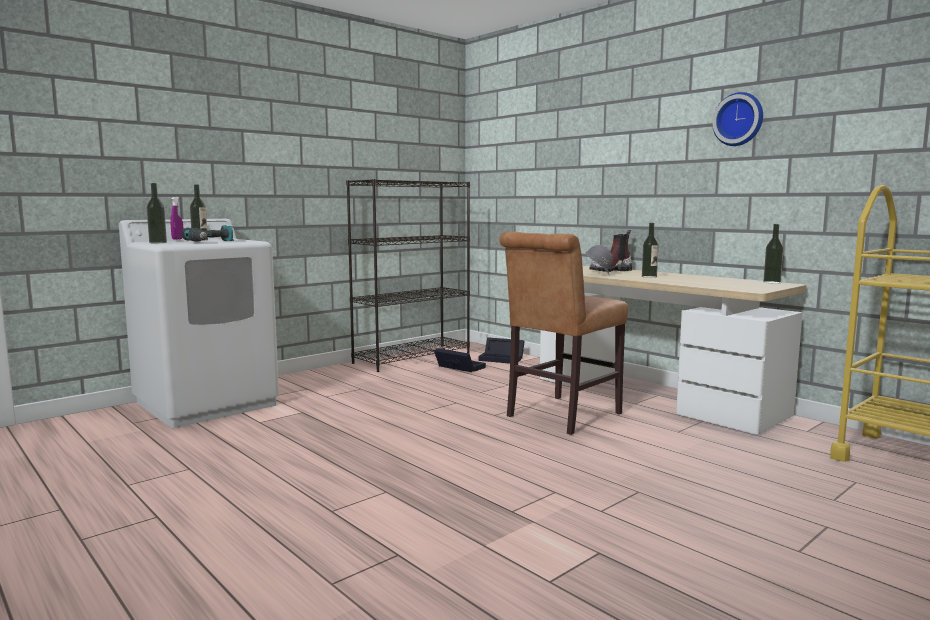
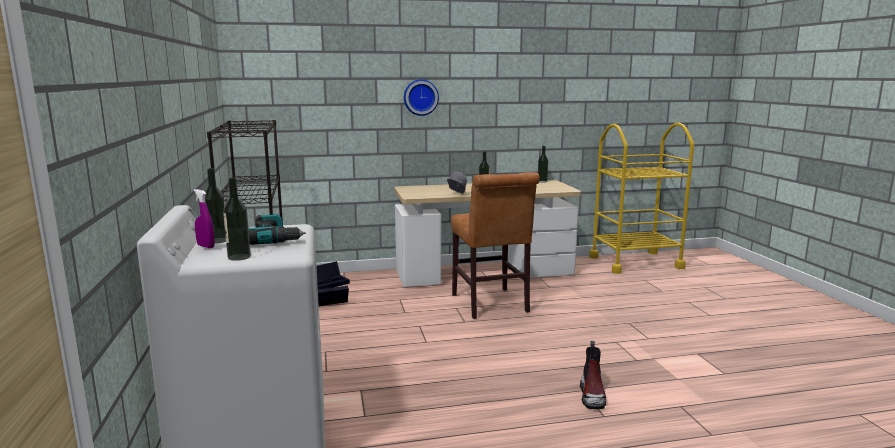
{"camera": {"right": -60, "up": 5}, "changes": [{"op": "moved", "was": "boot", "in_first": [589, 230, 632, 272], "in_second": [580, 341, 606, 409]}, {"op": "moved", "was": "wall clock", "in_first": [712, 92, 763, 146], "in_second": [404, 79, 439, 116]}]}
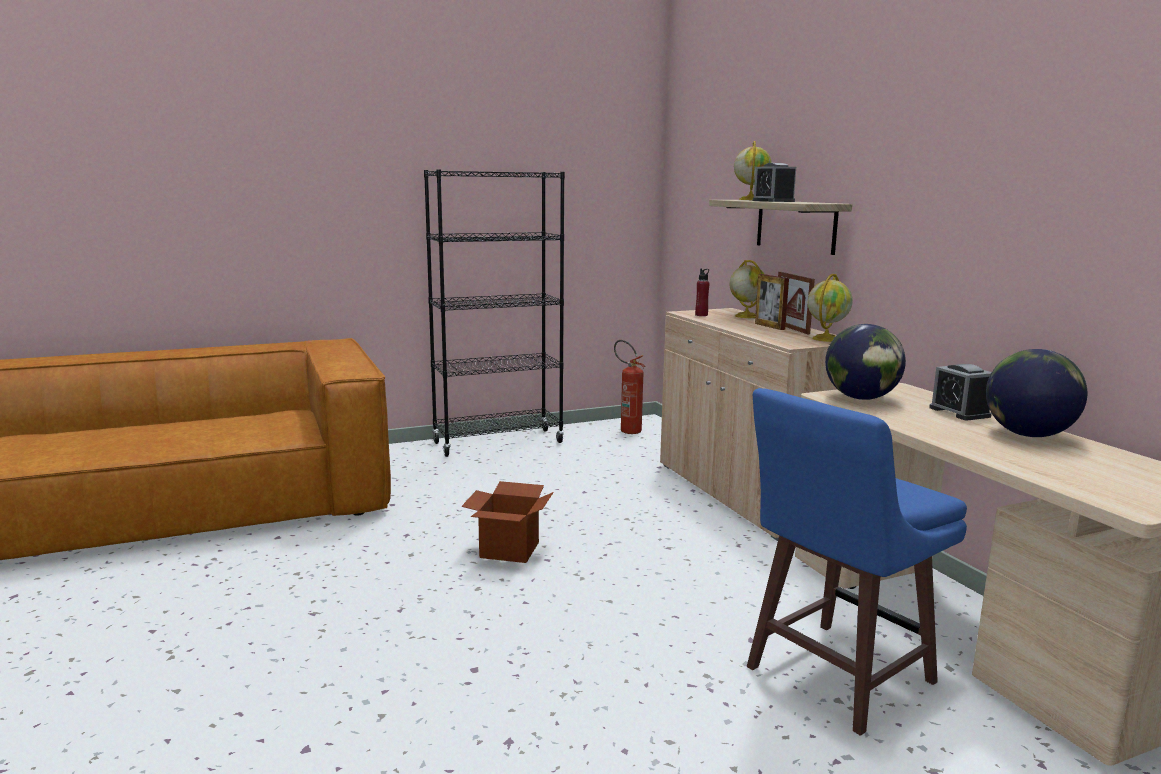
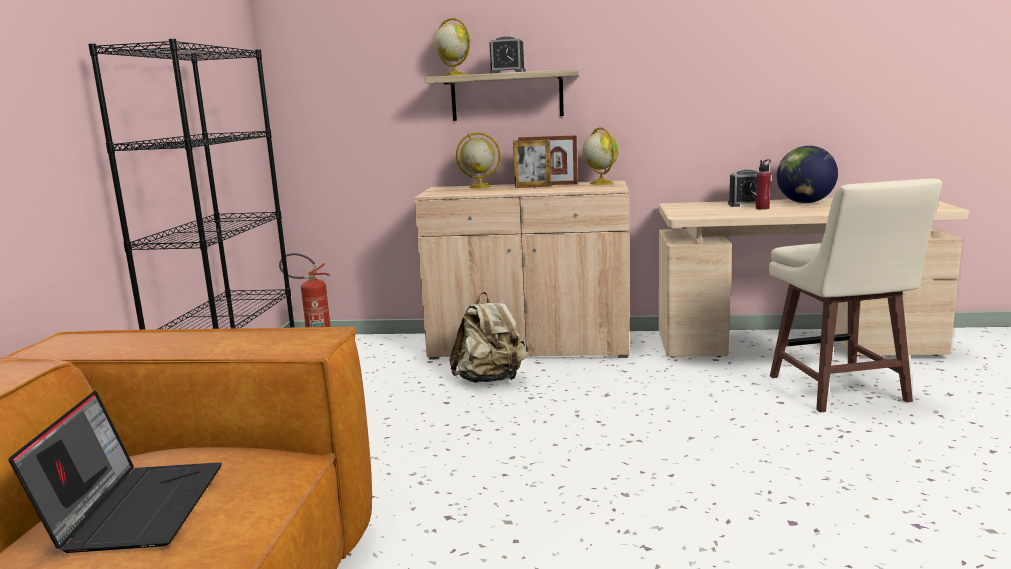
{"camera": {"right": -60, "up": 0}, "changes": [{"op": "removed", "was": "cardboard box", "in_first": [461, 481, 554, 563]}, {"op": "moved", "was": "bottle (red)", "in_first": [695, 268, 709, 316], "in_second": [756, 159, 771, 210]}, {"op": "recoloured", "was": "stool (blue)", "now": "stool (beige)", "in_first": [747, 388, 967, 736], "in_second": [769, 178, 942, 412]}, {"op": "removed", "was": "globe", "in_first": [825, 324, 906, 400]}, {"op": "added", "now": "laptop", "in_second": [9, 391, 222, 553]}, {"op": "added", "now": "backpack (beige)", "in_second": [450, 292, 527, 383]}]}
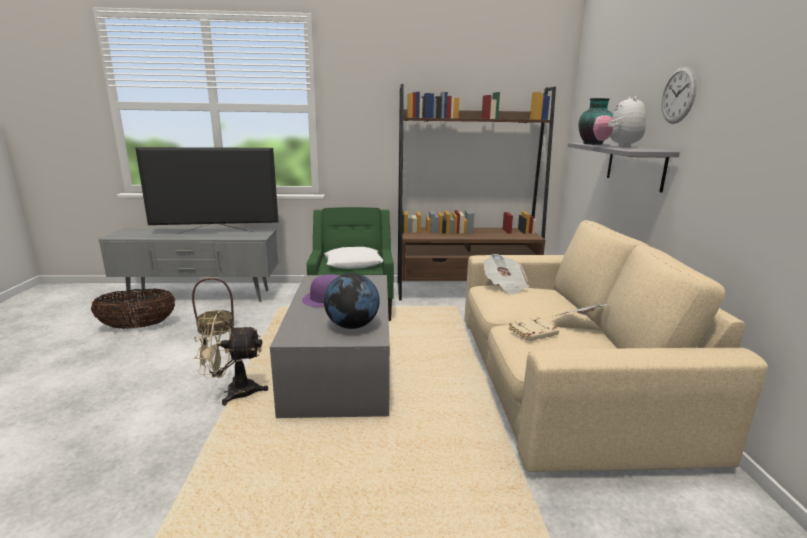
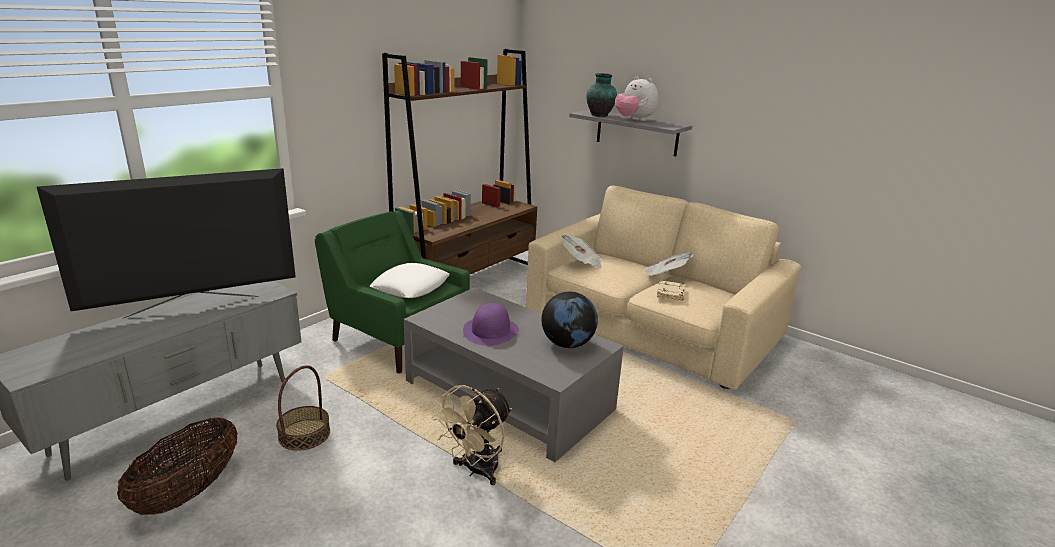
{"camera": {"right": -50, "up": 5}, "changes": [{"op": "turned", "was": "television", "in_first": [135, 147, 278, 233], "in_second": [37, 168, 296, 319], "clockwise": -150}, {"op": "removed", "was": "wall clock", "in_first": [661, 67, 697, 124]}]}
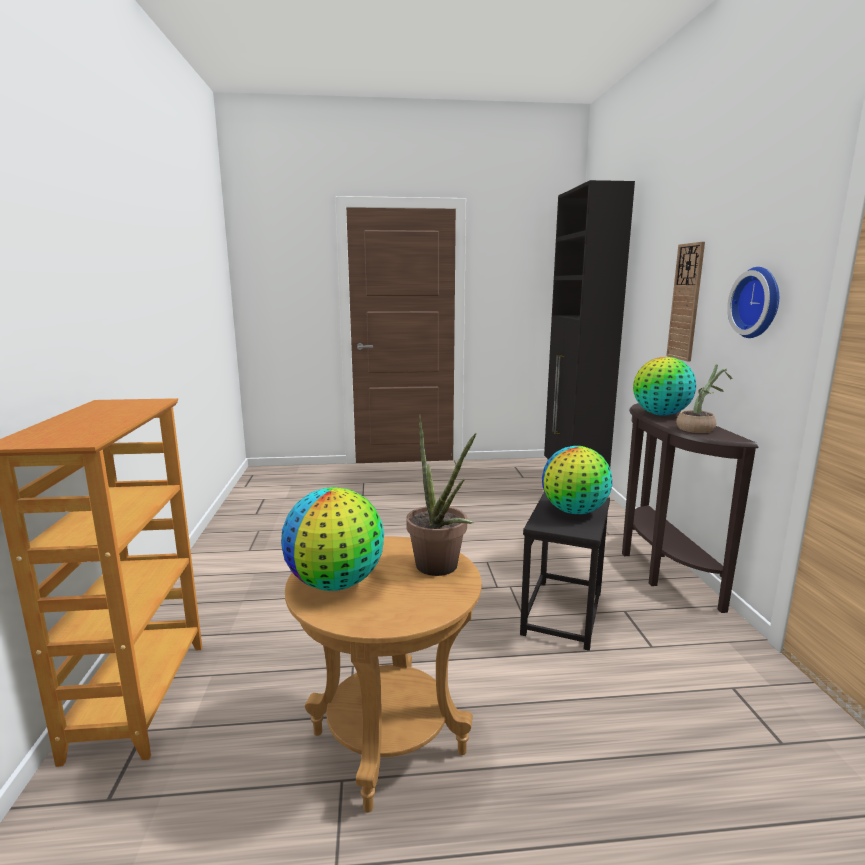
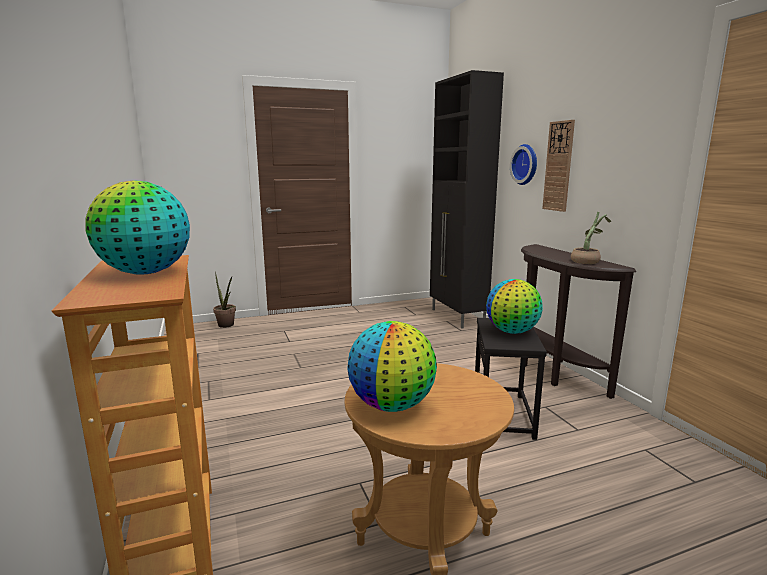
{"camera": {"right": -15, "up": 0}, "changes": [{"op": "moved", "was": "potted plant", "in_first": [406, 415, 477, 576], "in_second": [213, 272, 236, 328]}, {"op": "moved", "was": "globe", "in_first": [633, 357, 696, 416], "in_second": [86, 180, 190, 275]}, {"op": "moved", "was": "wall clock", "in_first": [727, 267, 779, 338], "in_second": [510, 144, 537, 185]}]}
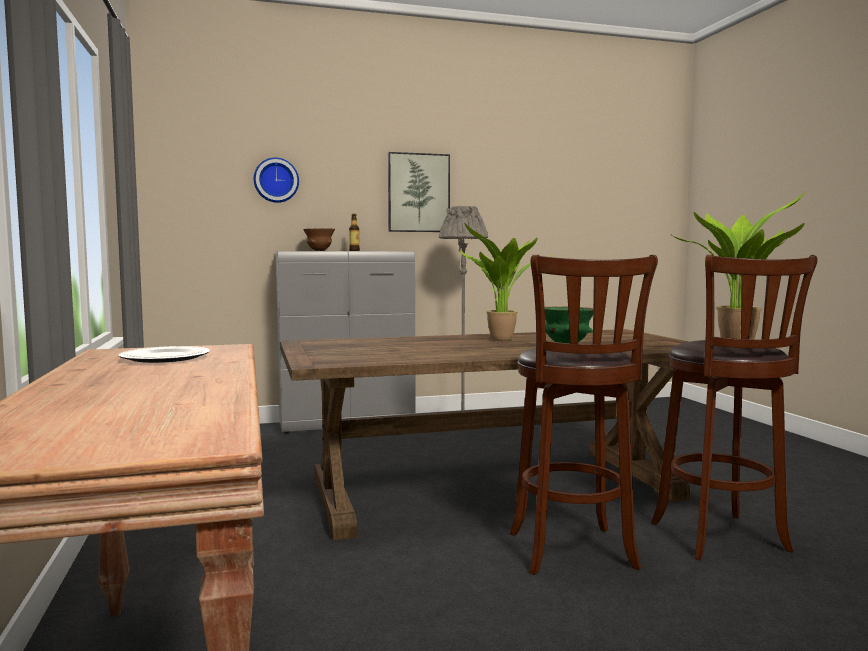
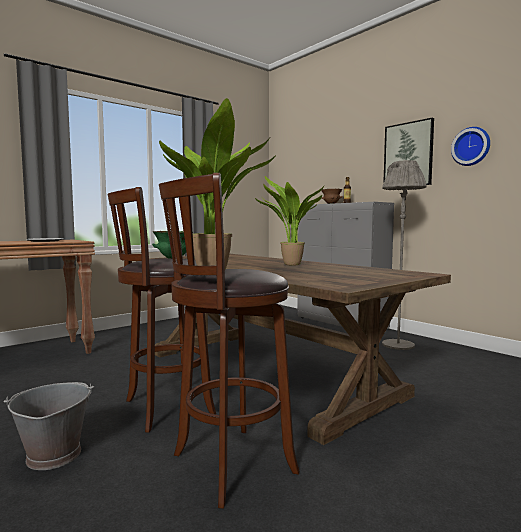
{"camera": {"right": 65, "up": 0}, "changes": [{"op": "moved", "was": "wall clock", "in_first": [254, 157, 299, 203], "in_second": [451, 127, 490, 166]}, {"op": "added", "now": "bucket (grey)", "in_second": [3, 382, 94, 470]}]}
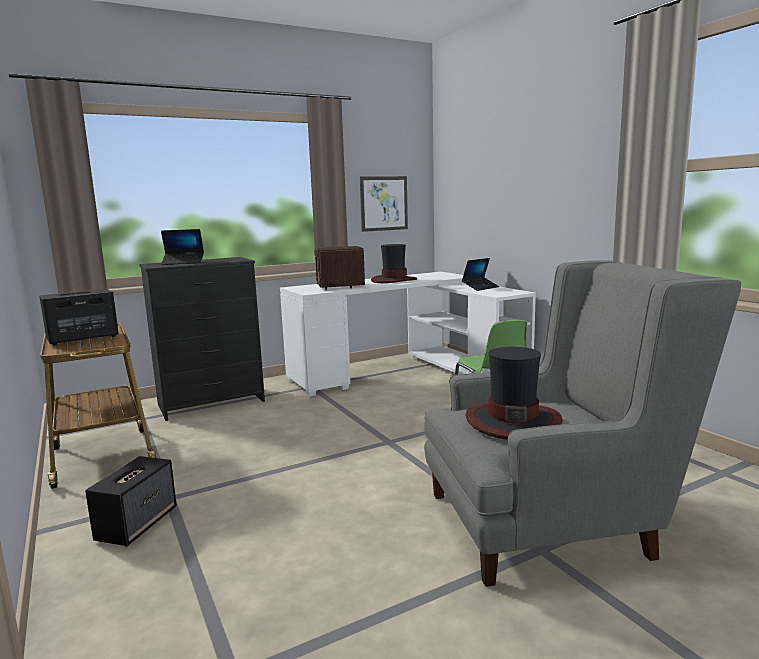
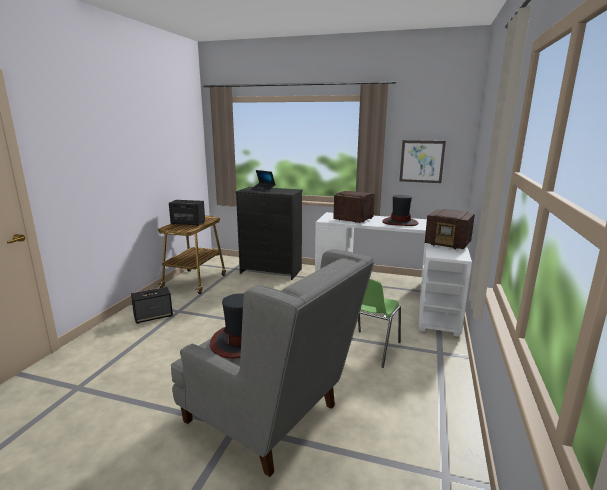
{"camera": {"right": 45, "up": 5}, "changes": [{"op": "replaced", "was": "laptop", "now": "radio", "in_first": [462, 258, 499, 291], "in_second": [425, 209, 475, 250]}]}
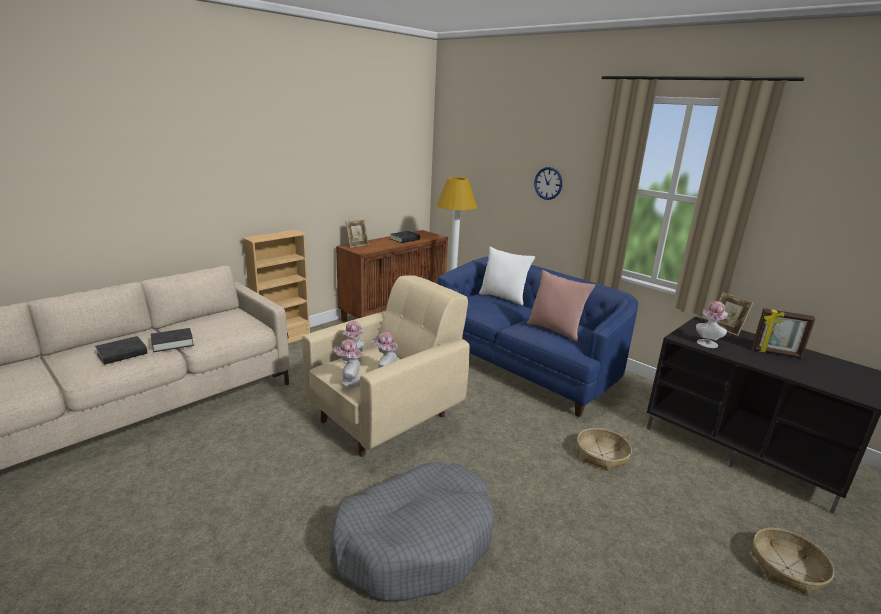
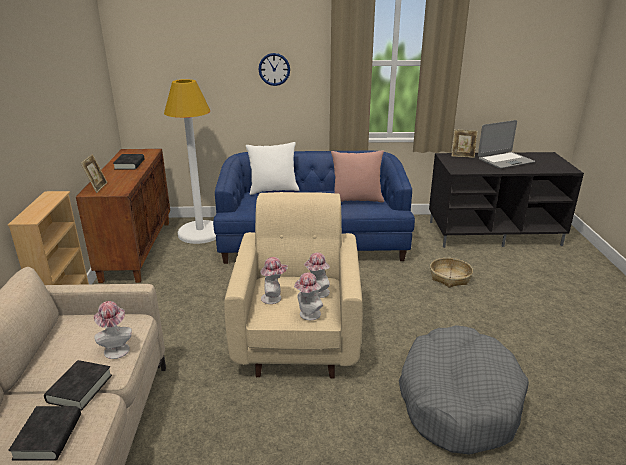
{"camera": {"right": -45, "up": 5}, "changes": [{"op": "moved", "was": "hat", "in_first": [696, 301, 728, 348], "in_second": [94, 301, 132, 359]}, {"op": "replaced", "was": "picture frame", "now": "laptop", "in_first": [752, 308, 815, 359], "in_second": [478, 120, 535, 168]}, {"op": "removed", "was": "basket", "in_first": [752, 528, 834, 596]}]}
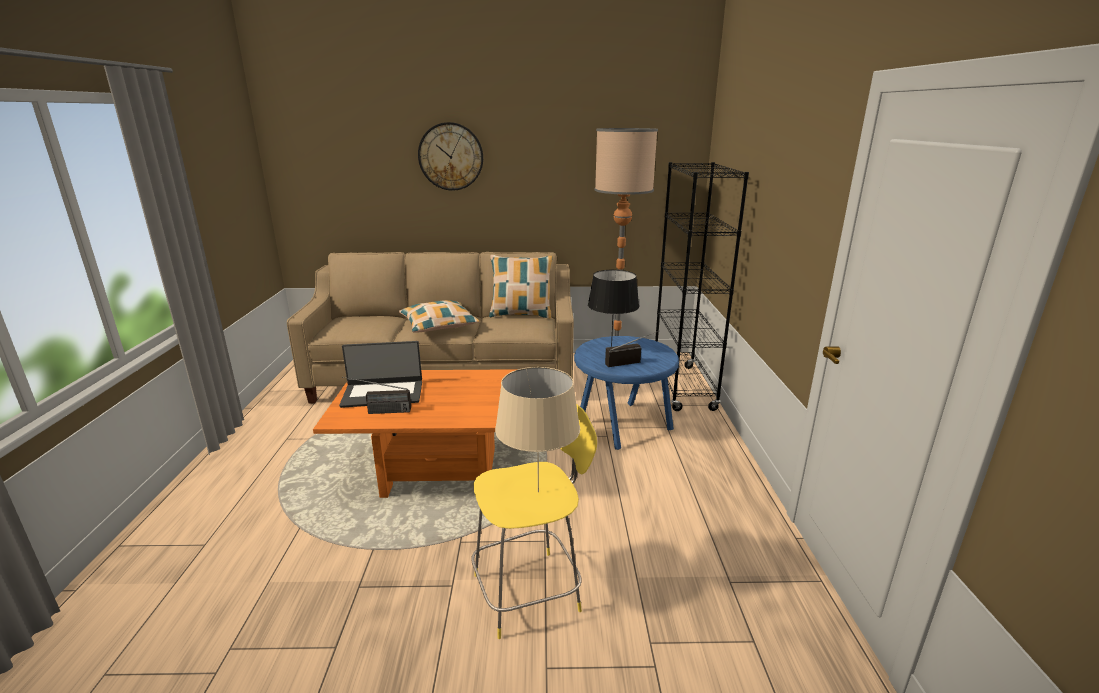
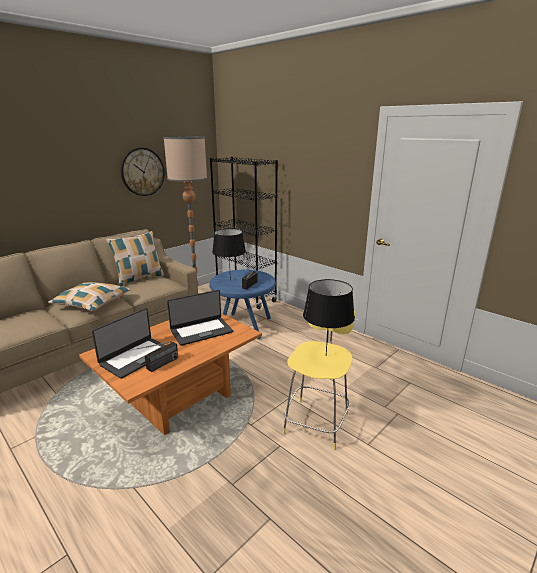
{"camera": {"right": -45, "up": 0}, "changes": [{"op": "moved", "was": "wall clock", "in_first": [418, 122, 483, 191], "in_second": [121, 148, 165, 196]}, {"op": "recoloured", "was": "table lamp (beige)", "now": "table lamp (black)", "in_first": [495, 367, 580, 492], "in_second": [303, 279, 355, 354]}, {"op": "added", "now": "laptop", "in_second": [167, 290, 233, 346]}]}
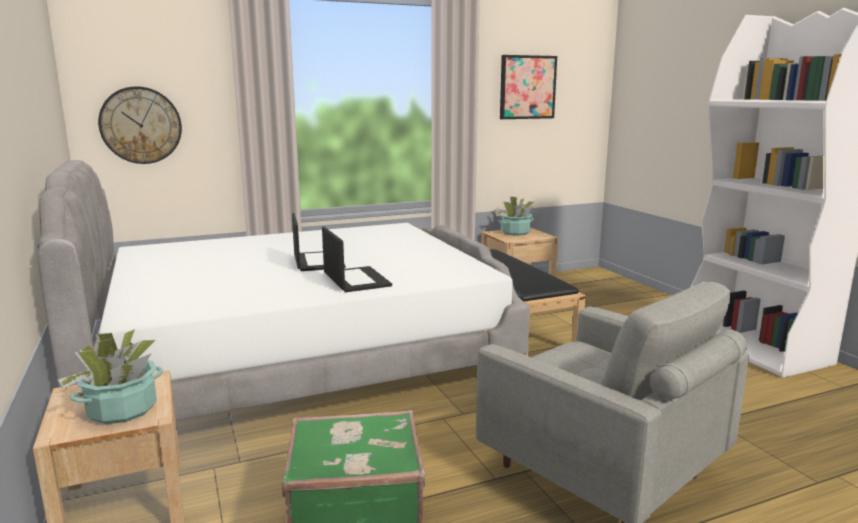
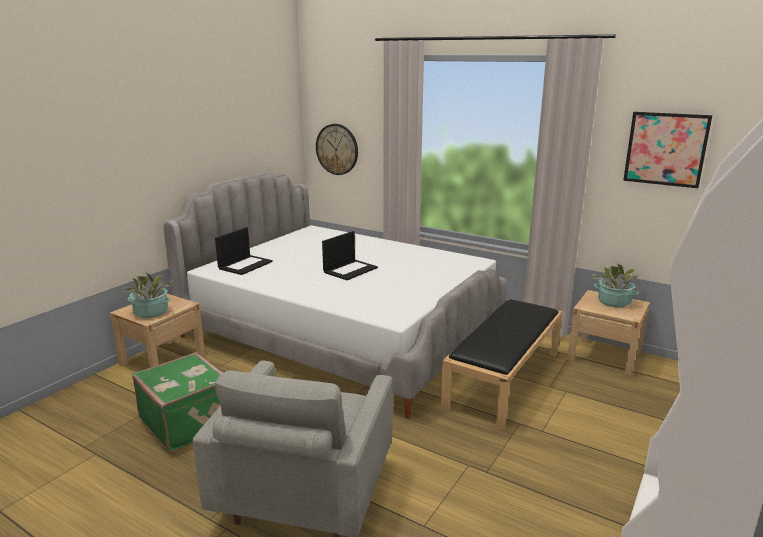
{"camera": {"right": 55, "up": 5}, "changes": [{"op": "moved", "was": "laptop", "in_first": [322, 227, 392, 292], "in_second": [215, 227, 273, 275]}]}
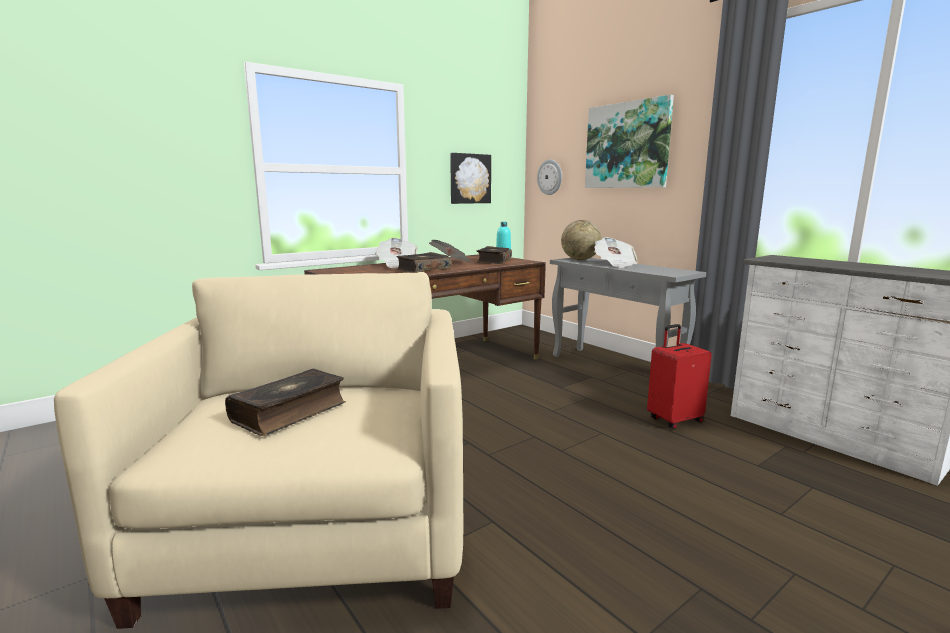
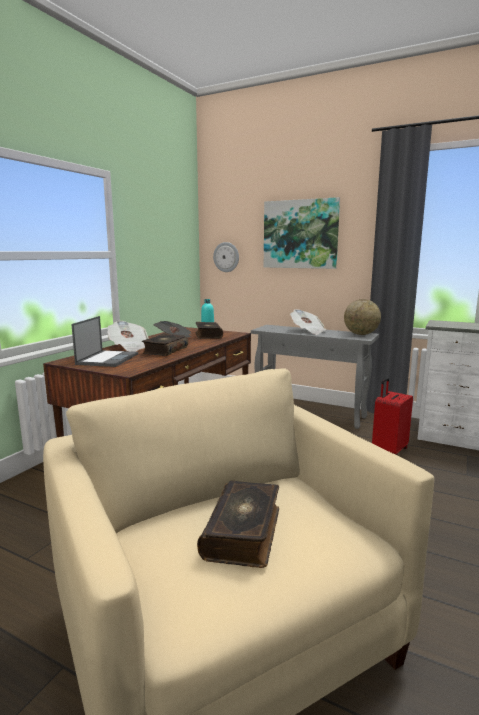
{"camera": {"right": -25, "up": 0}, "changes": [{"op": "removed", "was": "picture", "in_first": [450, 153, 491, 204]}, {"op": "moved", "was": "globe", "in_first": [561, 220, 602, 260], "in_second": [344, 299, 381, 335]}, {"op": "added", "now": "laptop", "in_second": [71, 316, 138, 367]}]}
